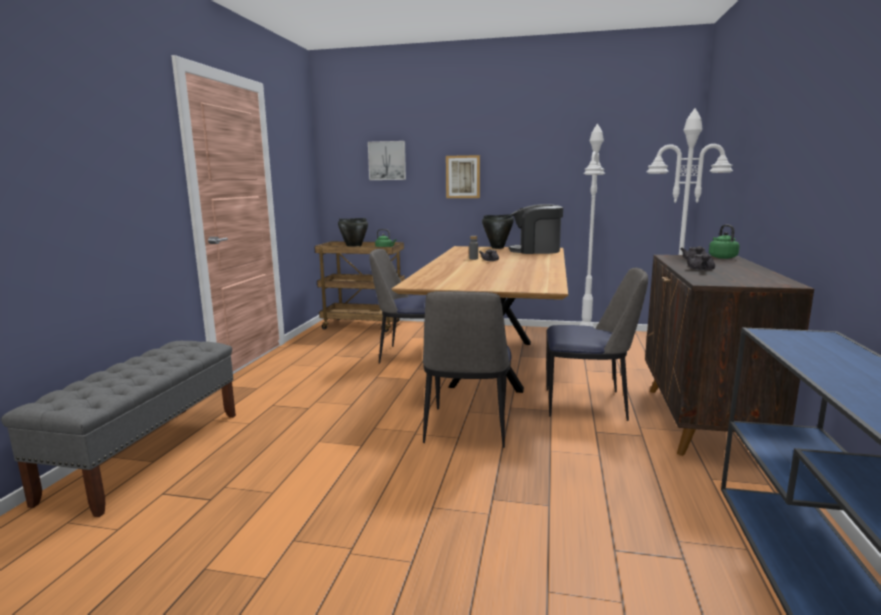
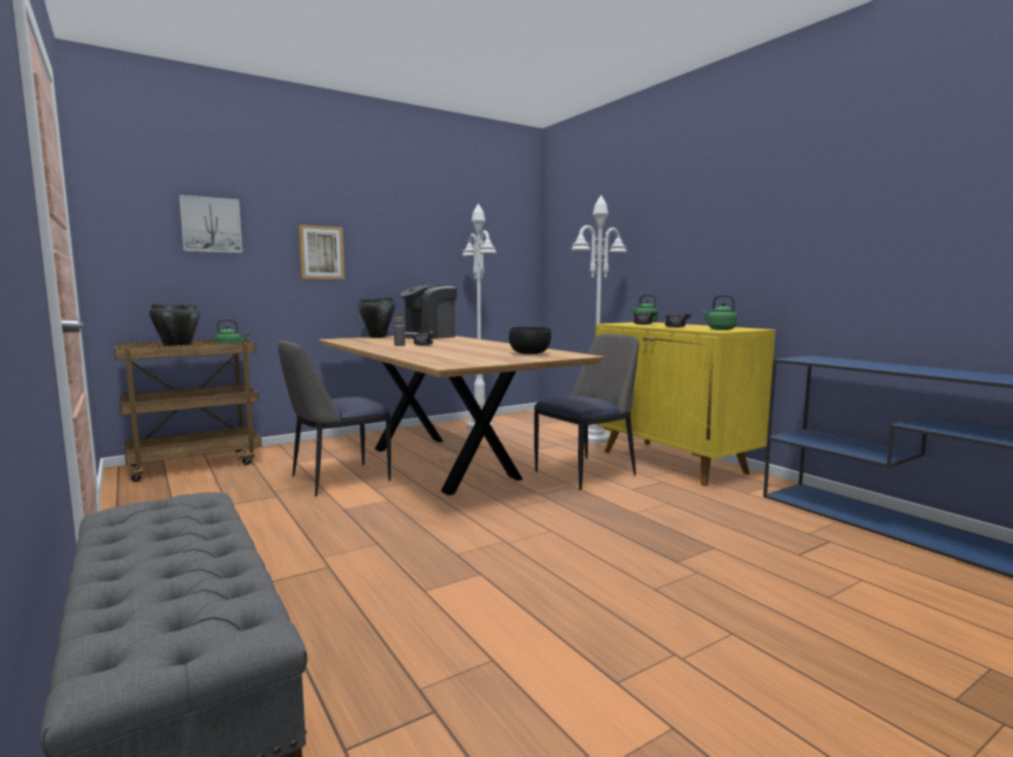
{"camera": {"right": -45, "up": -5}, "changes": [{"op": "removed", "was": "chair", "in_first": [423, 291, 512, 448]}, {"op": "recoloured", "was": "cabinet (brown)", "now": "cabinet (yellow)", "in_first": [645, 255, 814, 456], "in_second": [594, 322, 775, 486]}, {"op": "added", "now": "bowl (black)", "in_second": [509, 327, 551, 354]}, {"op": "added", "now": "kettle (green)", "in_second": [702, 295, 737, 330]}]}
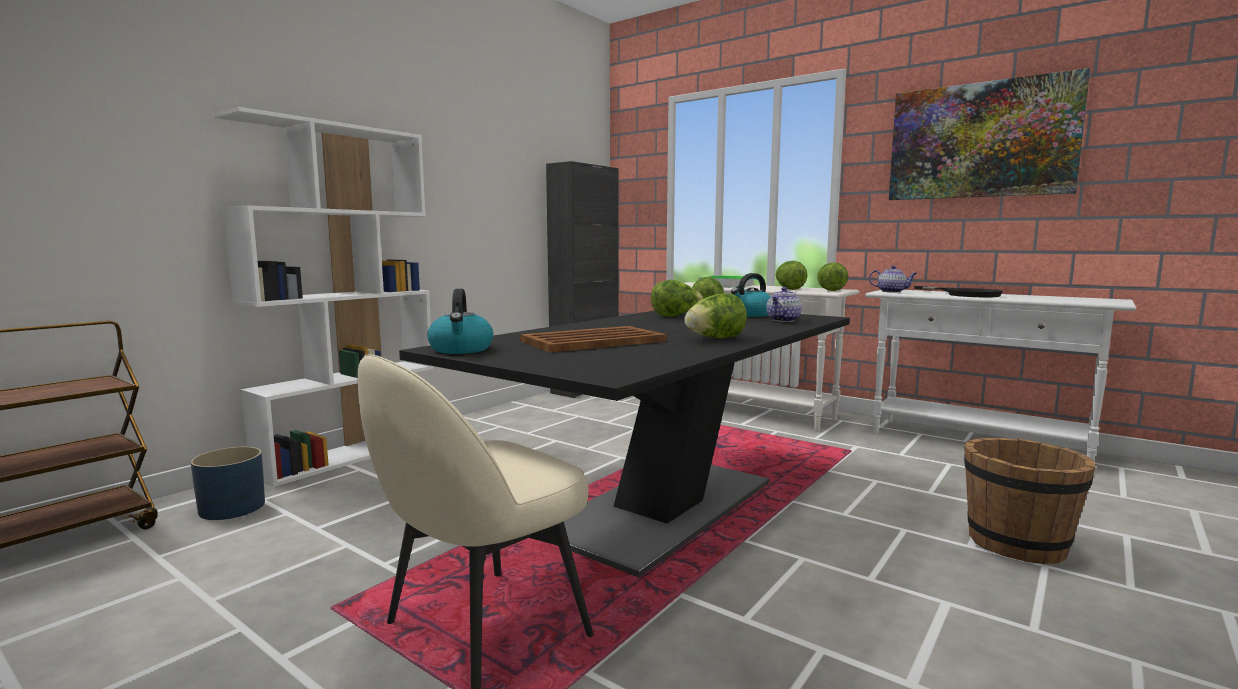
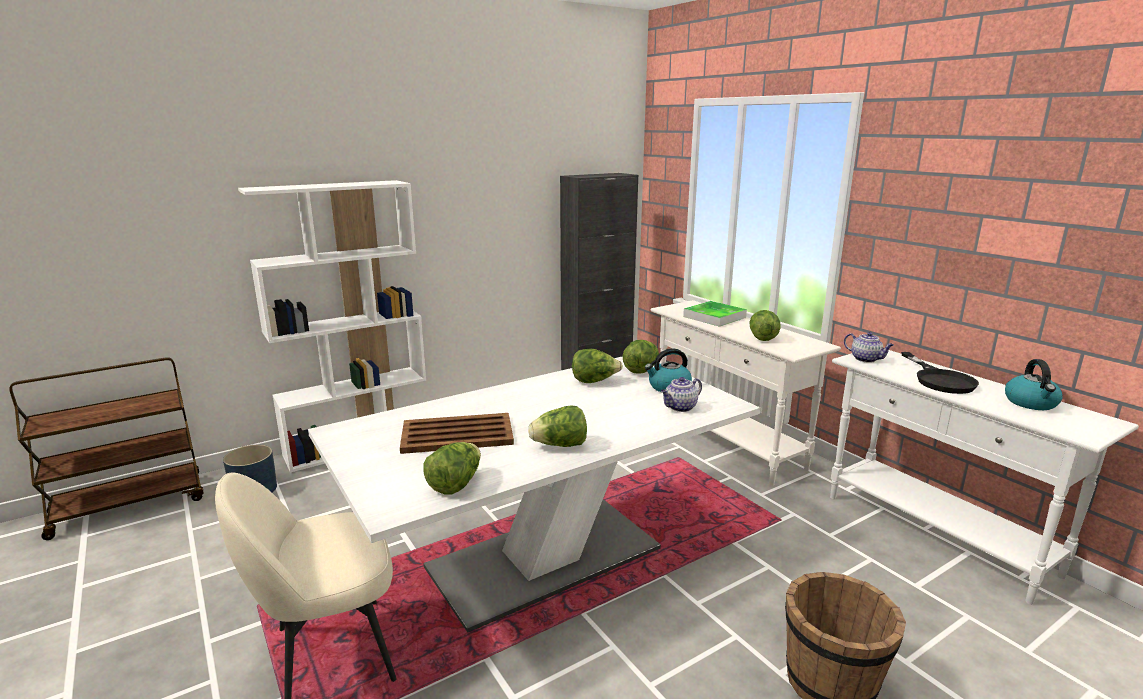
{"camera": {"right": 20, "up": 10}, "changes": [{"op": "recoloured", "was": "dining table (black)", "now": "dining table (white)", "in_first": [399, 311, 850, 577], "in_second": [308, 357, 760, 633]}, {"op": "moved", "was": "kettle", "in_first": [427, 289, 493, 354], "in_second": [1005, 359, 1063, 410]}, {"op": "moved", "was": "lettuce", "in_first": [817, 262, 848, 291], "in_second": [423, 442, 481, 495]}, {"op": "removed", "was": "picture", "in_first": [889, 68, 1090, 200]}]}
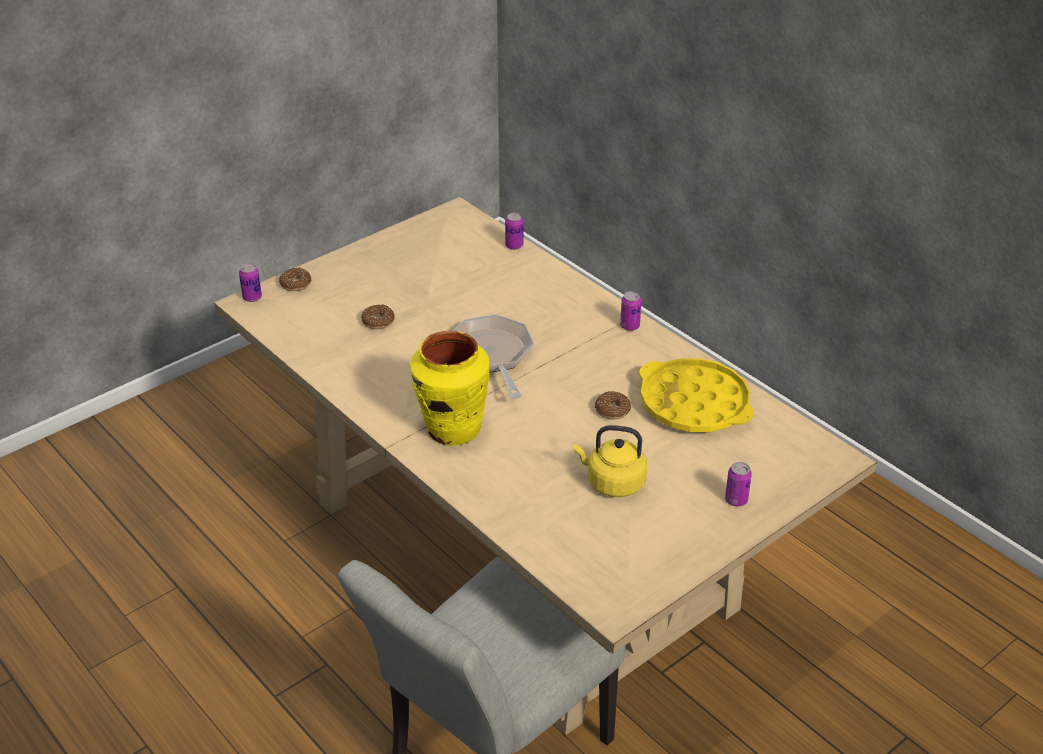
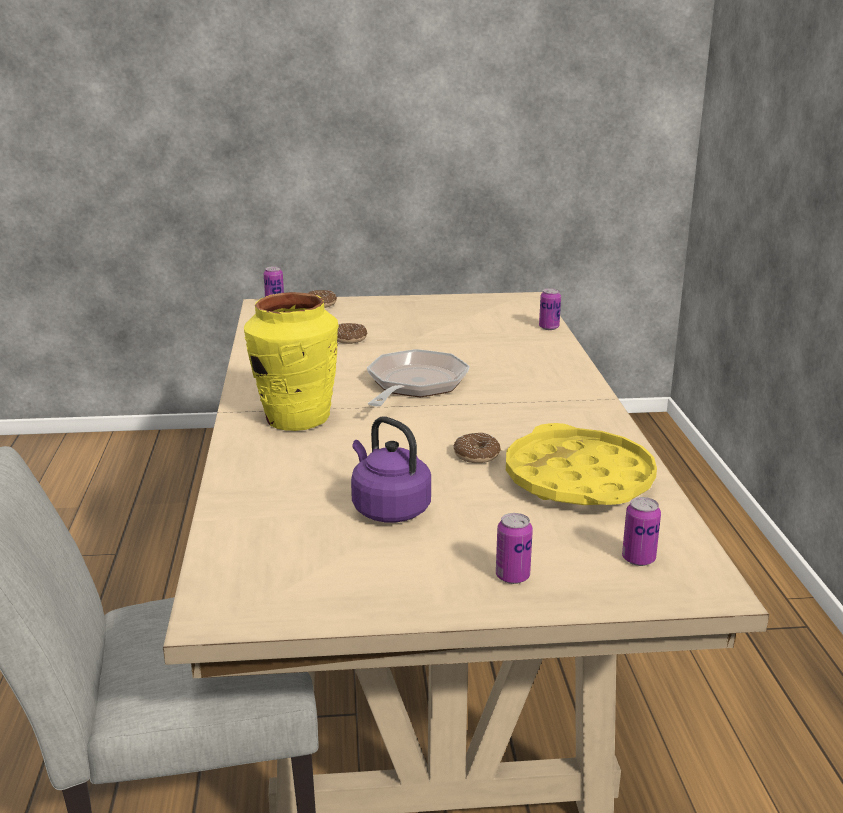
{"camera": {"right": 35, "up": -15}, "changes": [{"op": "recoloured", "was": "kettle (yellow)", "now": "kettle (purple)", "in_first": [573, 425, 647, 497], "in_second": [351, 416, 431, 523]}, {"op": "moved", "was": "can", "in_first": [620, 291, 641, 331], "in_second": [622, 497, 661, 566]}]}
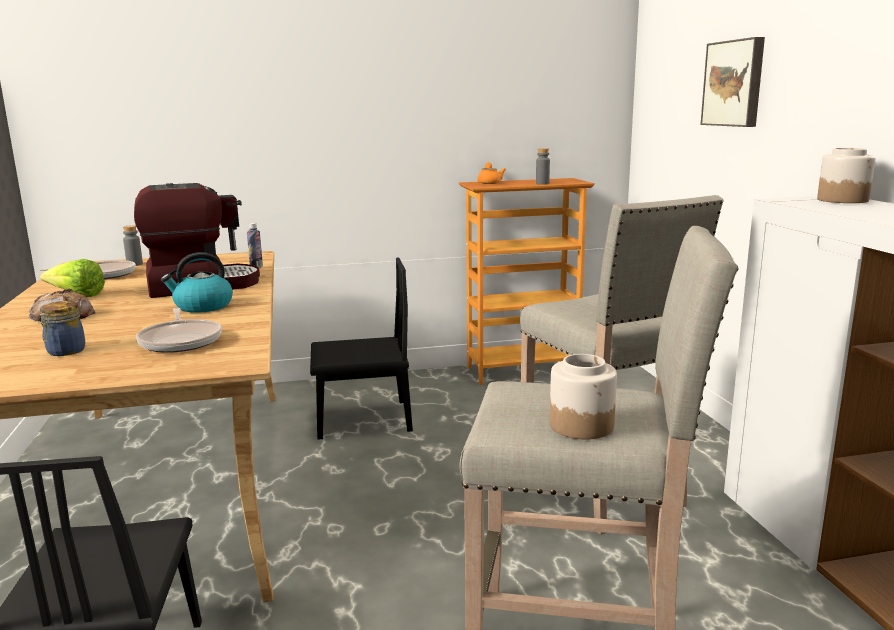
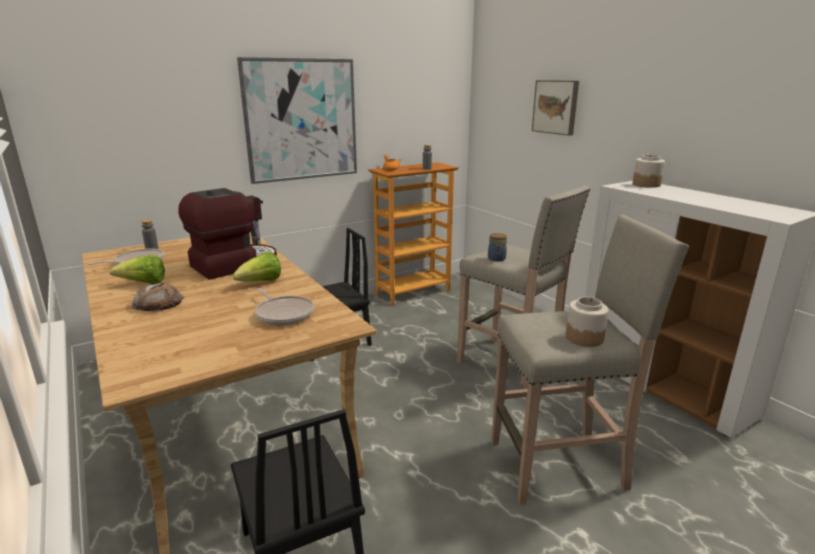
{"camera": {"right": -20, "up": 5}, "changes": [{"op": "moved", "was": "jar", "in_first": [39, 301, 85, 356], "in_second": [488, 233, 507, 261]}, {"op": "replaced", "was": "kettle", "now": "lettuce", "in_first": [161, 252, 233, 313], "in_second": [232, 252, 281, 282]}, {"op": "added", "now": "picture", "in_second": [237, 57, 357, 184]}]}
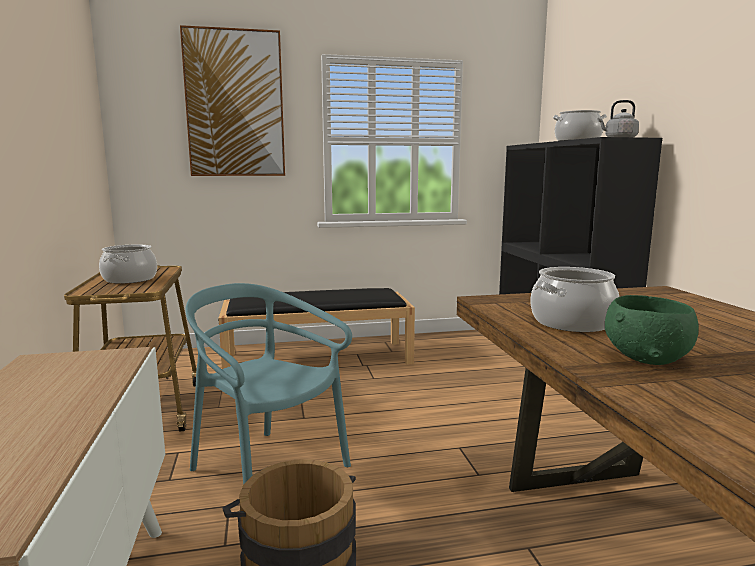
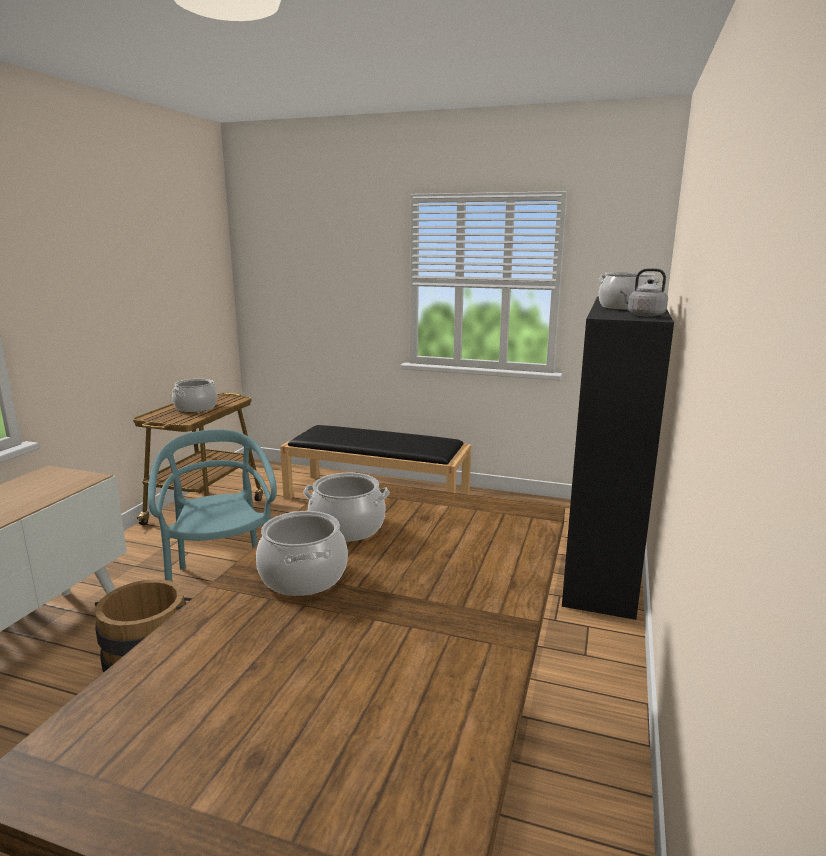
{"camera": {"right": 30, "up": 5}, "changes": [{"op": "removed", "was": "picture", "in_first": [180, 25, 285, 176]}, {"op": "replaced", "was": "bowl (green)", "now": "cooking pot", "in_first": [605, 295, 699, 365], "in_second": [256, 511, 348, 596]}]}
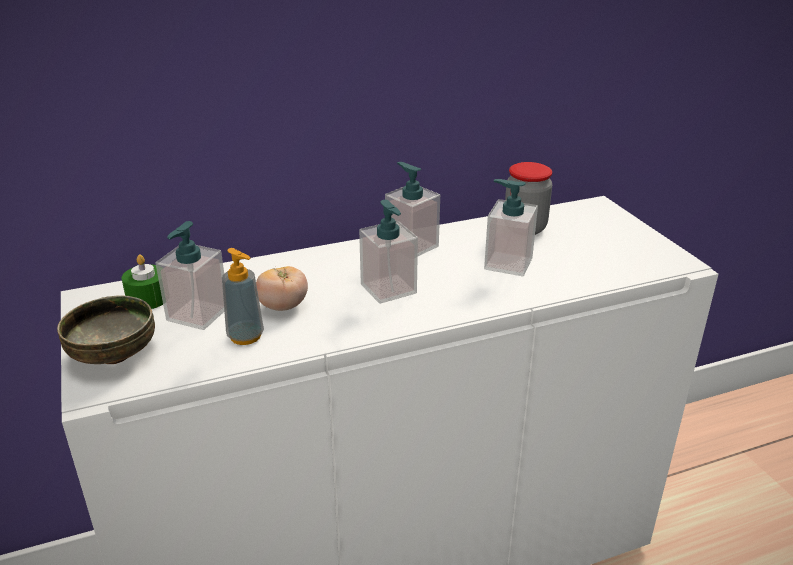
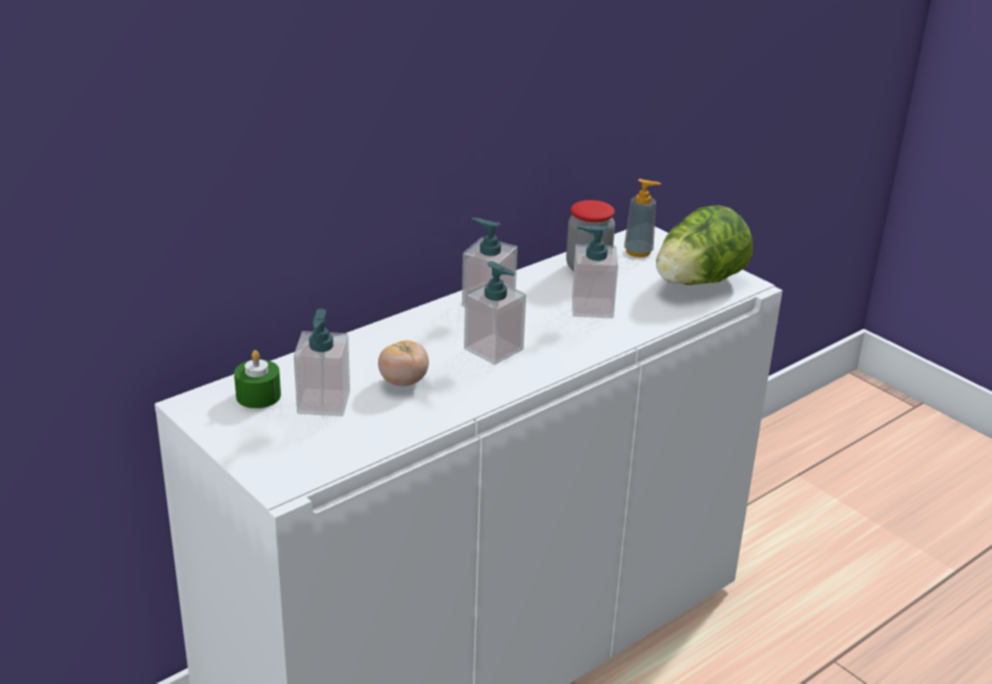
{"camera": {"right": -20, "up": 0}, "changes": [{"op": "removed", "was": "bowl", "in_first": [57, 295, 155, 364]}, {"op": "moved", "was": "soap dispenser", "in_first": [222, 248, 264, 345], "in_second": [624, 179, 661, 257]}, {"op": "added", "now": "lettuce", "in_second": [656, 205, 753, 285]}]}
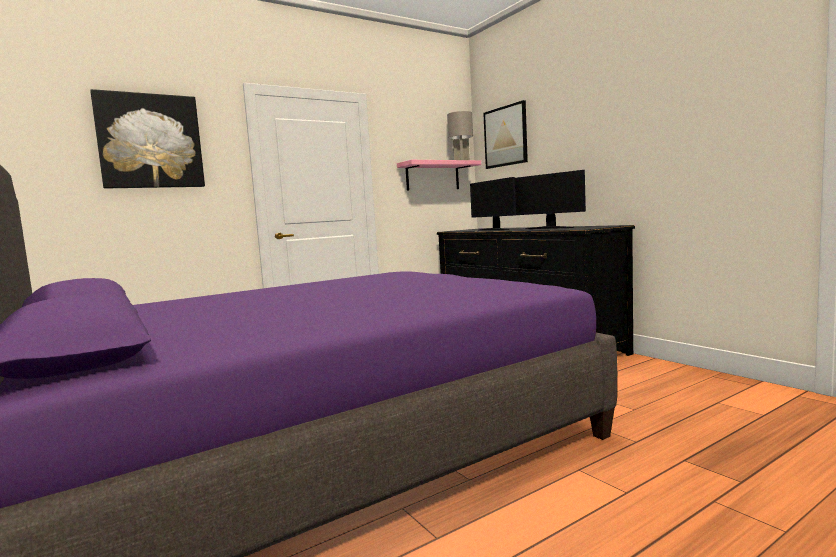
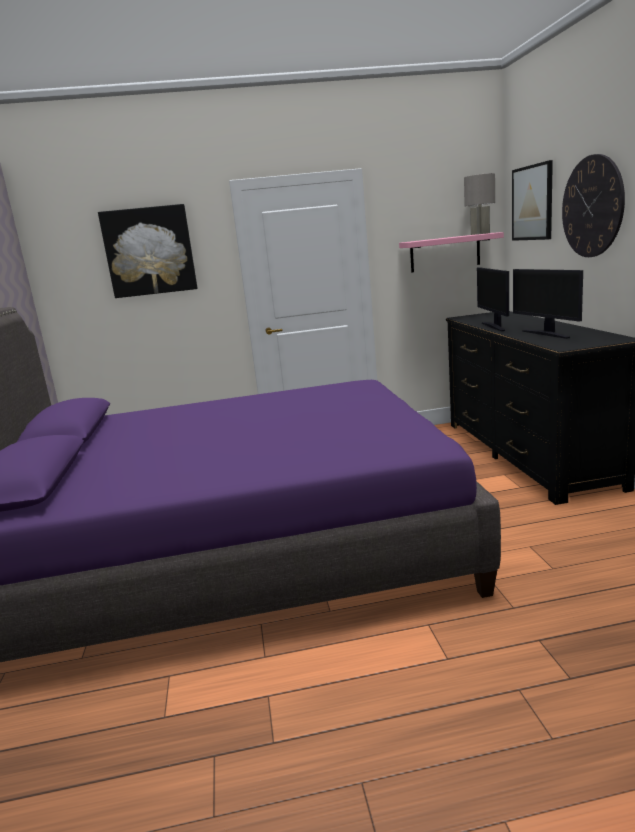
{"camera": {"right": 25, "up": 10}, "changes": [{"op": "added", "now": "wall clock", "in_second": [562, 154, 625, 257]}]}
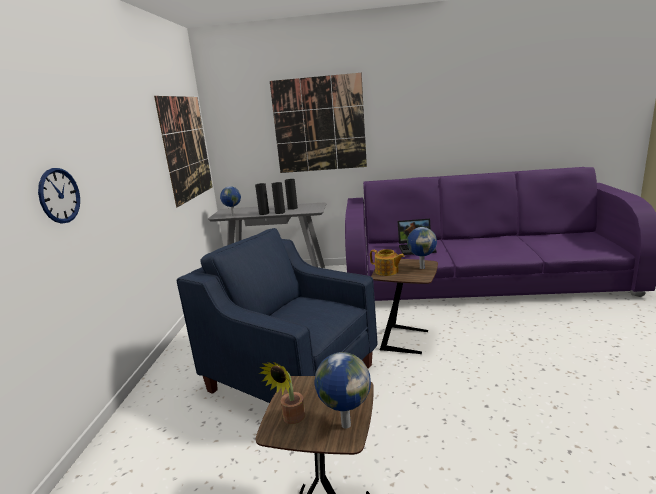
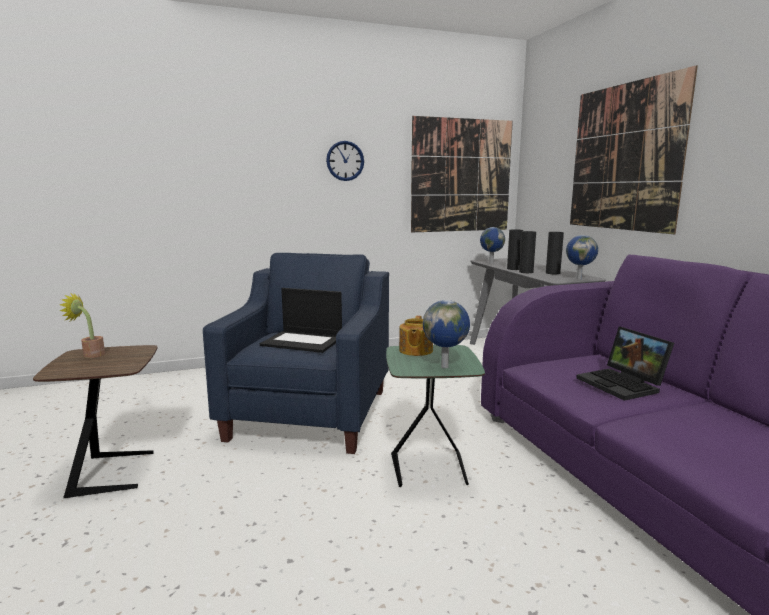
{"camera": {"right": 65, "up": -5}, "changes": [{"op": "moved", "was": "wall clock", "in_first": [38, 168, 80, 223], "in_second": [326, 141, 364, 181]}, {"op": "moved", "was": "globe", "in_first": [315, 352, 371, 429], "in_second": [566, 235, 598, 280]}, {"op": "recoloured", "was": "side table (brown)", "now": "side table (green)", "in_first": [371, 259, 438, 354], "in_second": [386, 345, 485, 487]}, {"op": "added", "now": "laptop", "in_second": [260, 288, 342, 353]}]}
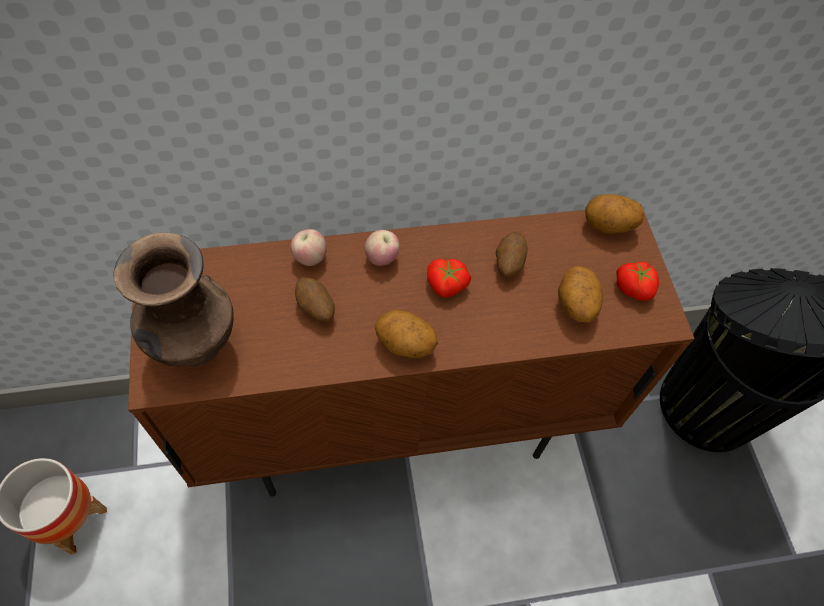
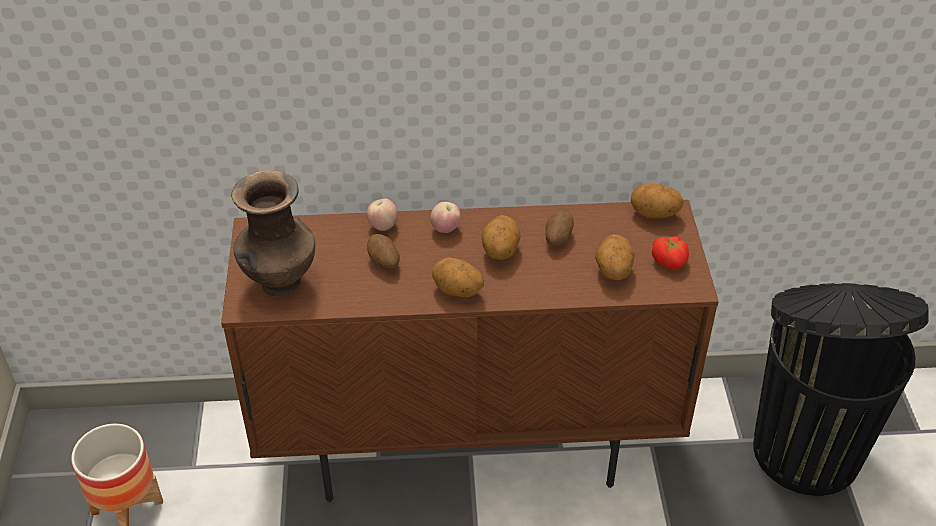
{"camera": {"right": 10, "up": -15}, "changes": [{"op": "replaced", "was": "tomato", "now": "potato", "in_first": [427, 258, 471, 298], "in_second": [482, 215, 521, 260]}]}
